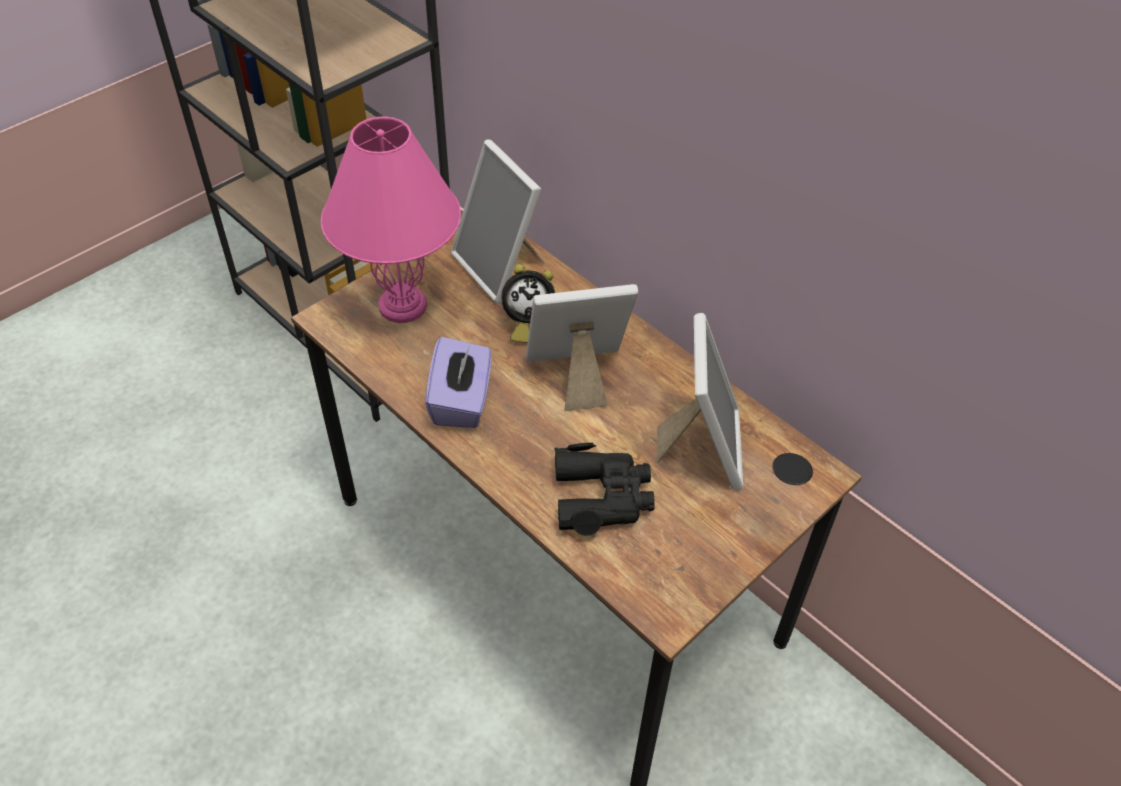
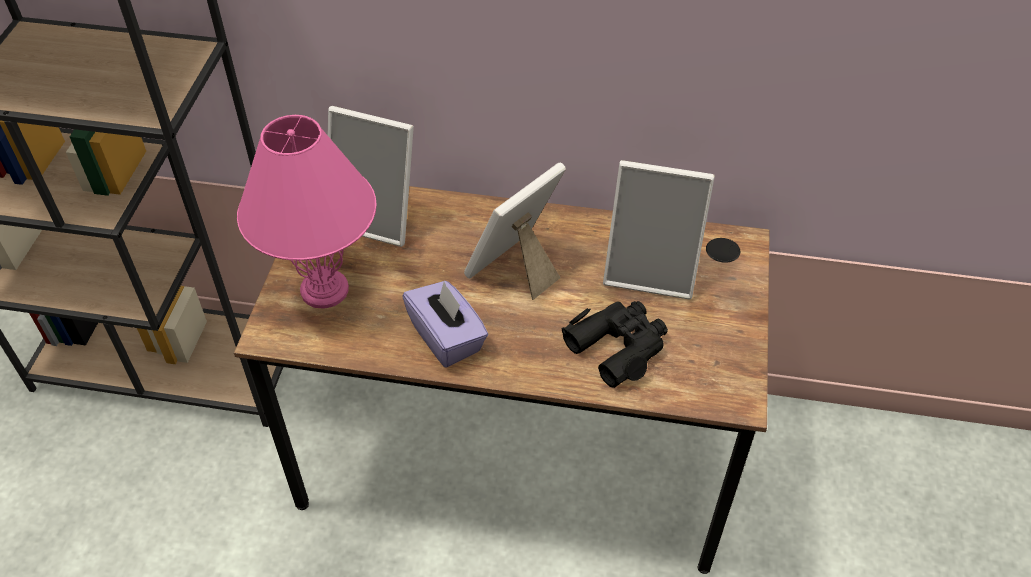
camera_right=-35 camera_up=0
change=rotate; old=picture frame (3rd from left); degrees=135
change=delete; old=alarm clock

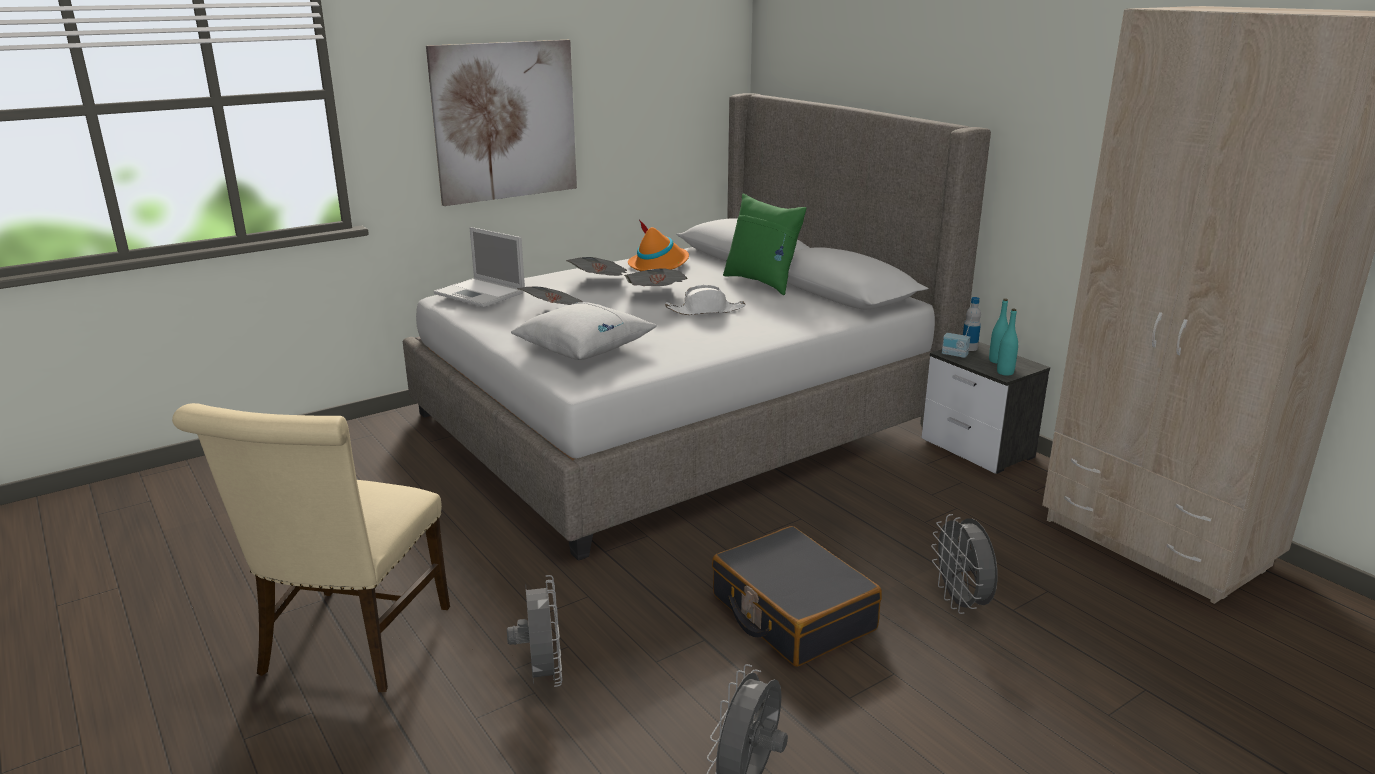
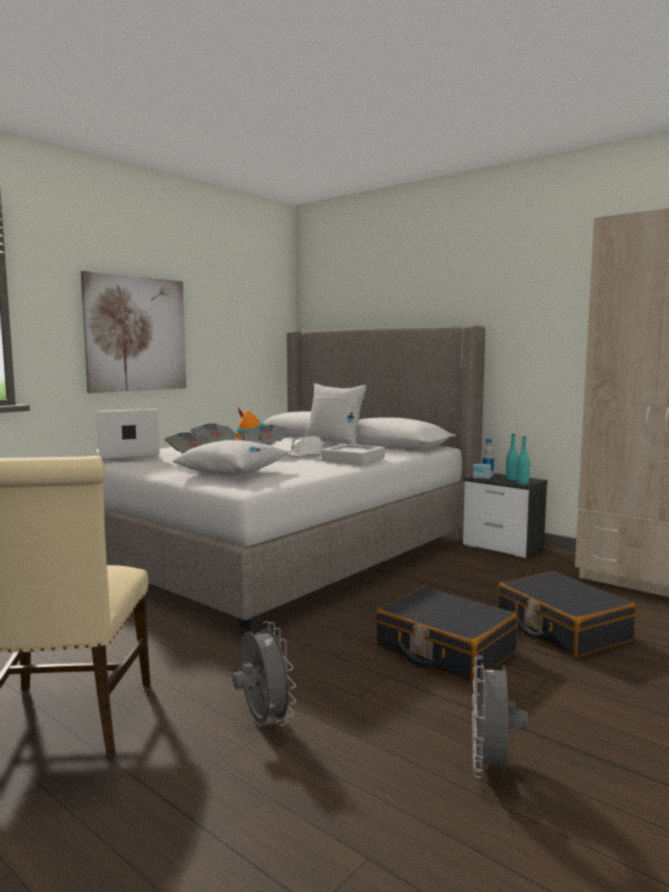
camera_right=-15 camera_up=-15
change=rotate; old=laptop; degrees=135
change=recolor; old=pillow in green; new=pillow in grey (2nd from left)
change=insert; new=tray in grey
change=replace; old=fan in grey (3rd from left); new=suitcase in black (2nd from left)

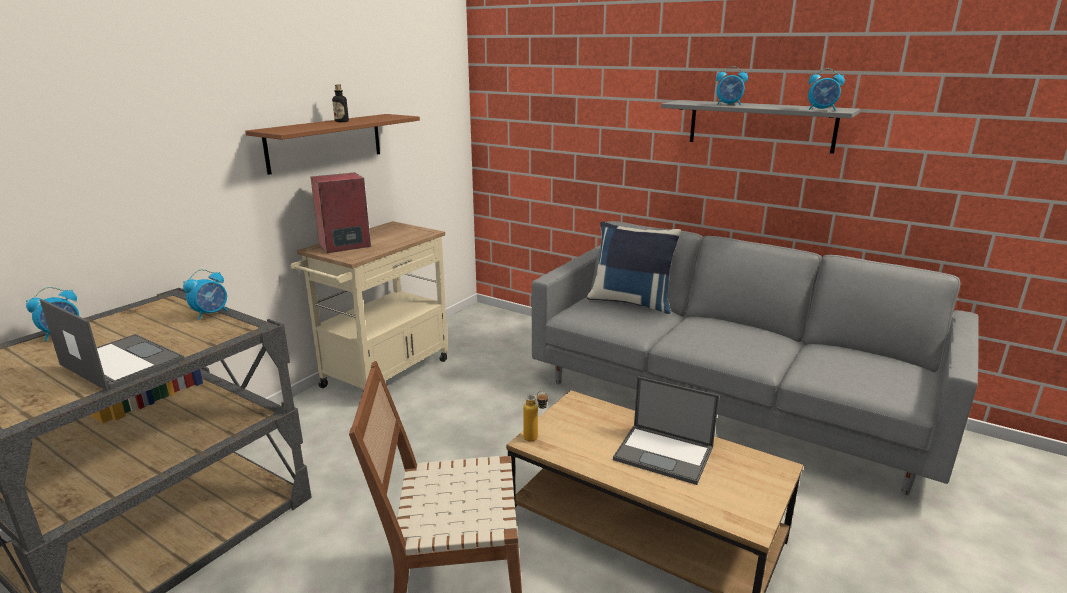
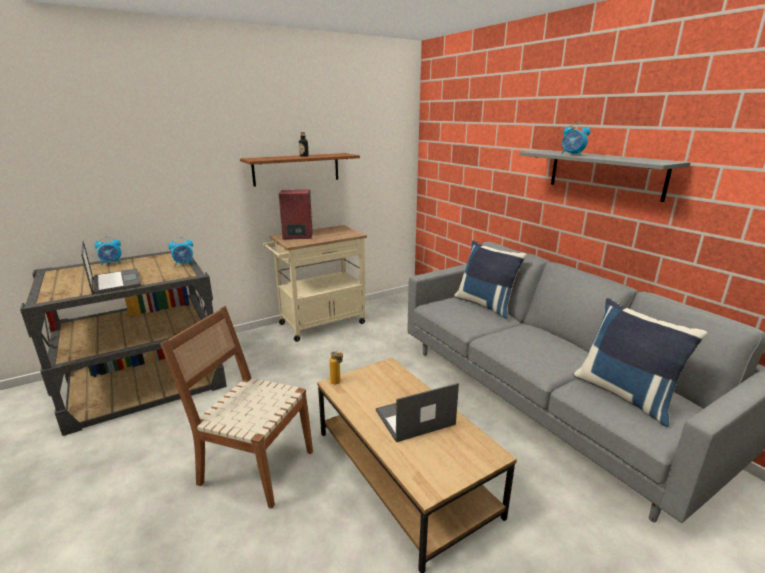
camera_right=25 camera_up=0
change=rotate; old=laptop (2nd from left); degrees=105
change=insert; new=pillow in blue (2nd from left)
change=delete; old=alarm clock (4th from left)

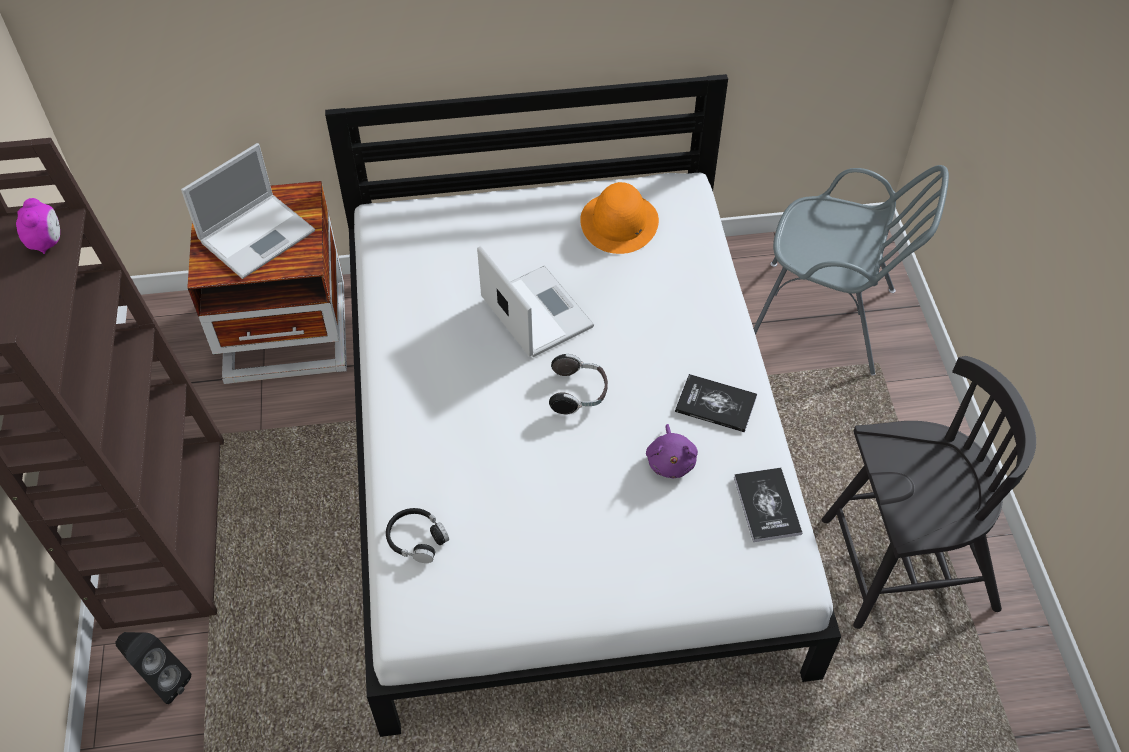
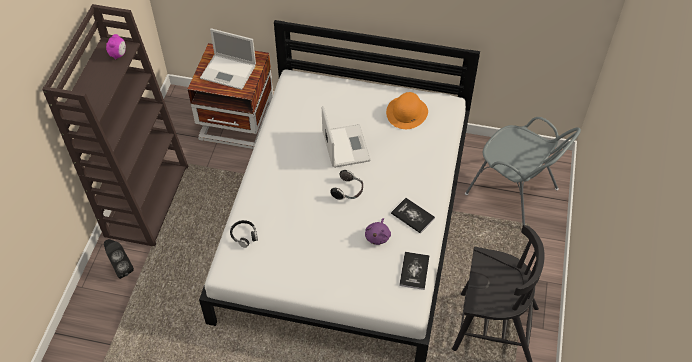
camera_right=20 camera_up=0
change=rotate; old=laptop (1st from left); degrees=45

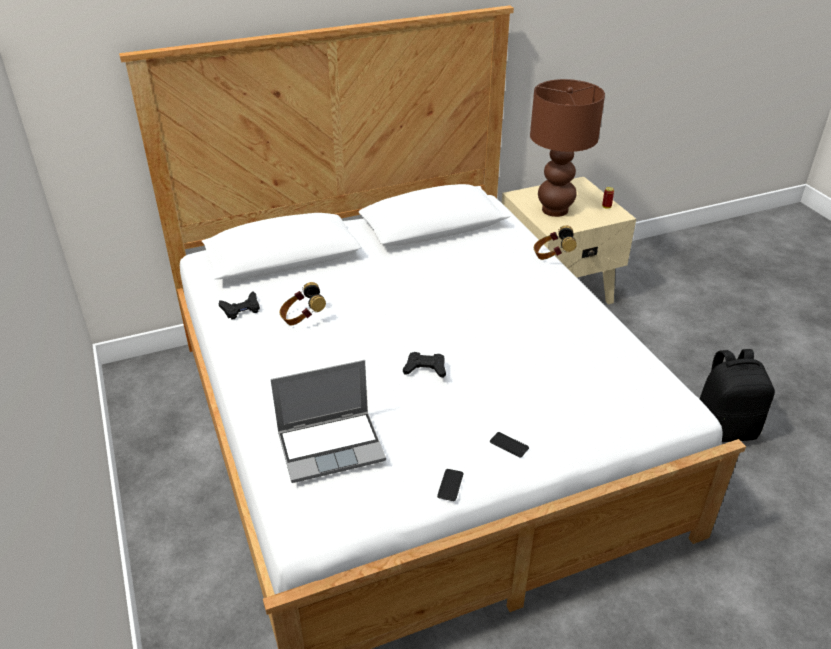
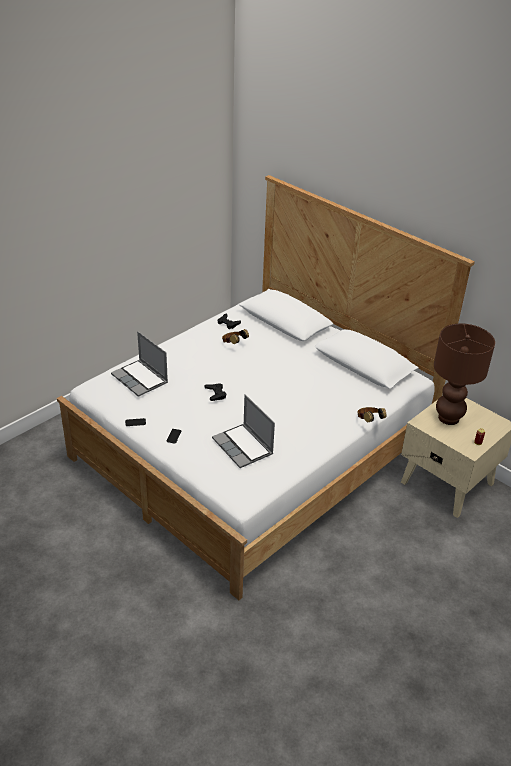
camera_right=65 camera_up=0
change=insert; new=laptop (2nd from left)
change=delete; old=backpack in black

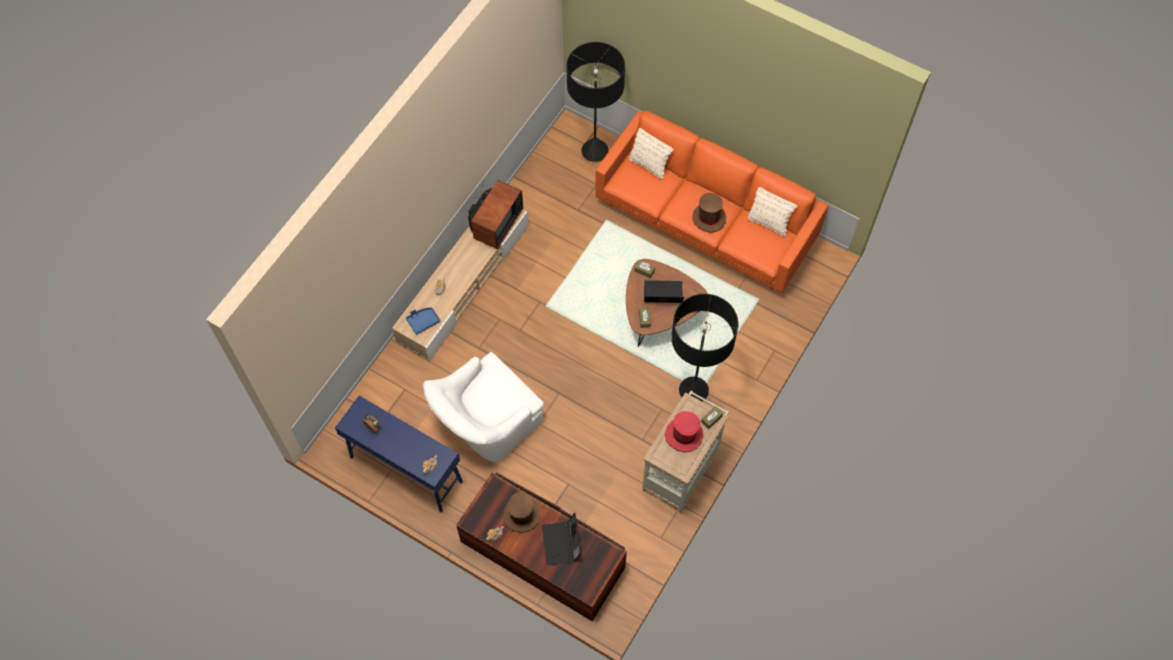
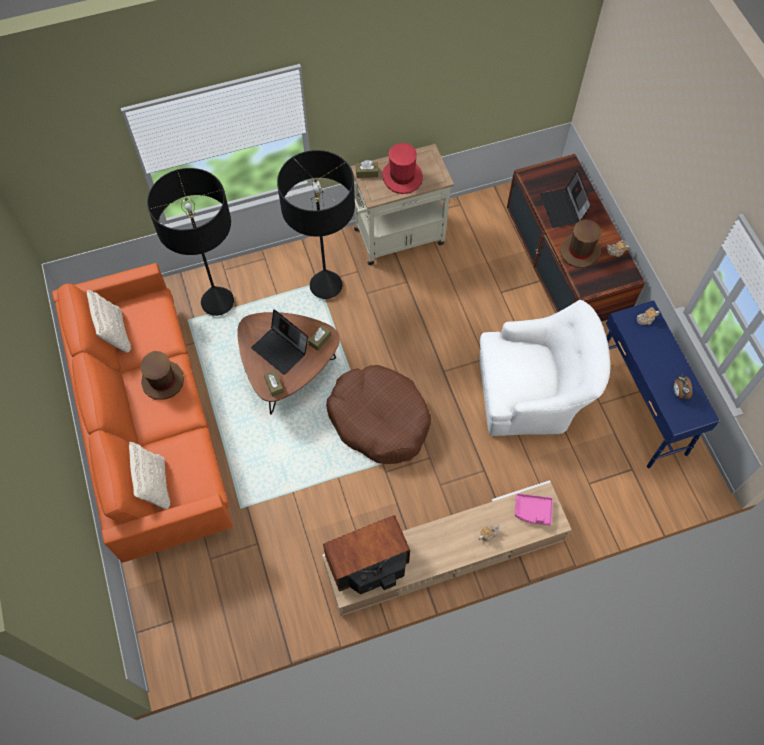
camera_right=-140 camera_up=0
change=move; old=floor lamp in black (1st from left)
change=insert; new=dog bed in brown
change=recolor; old=tray in blue; new=tray in pink
change=rotate; old=laptop (1st from left in the first image); degrees=135

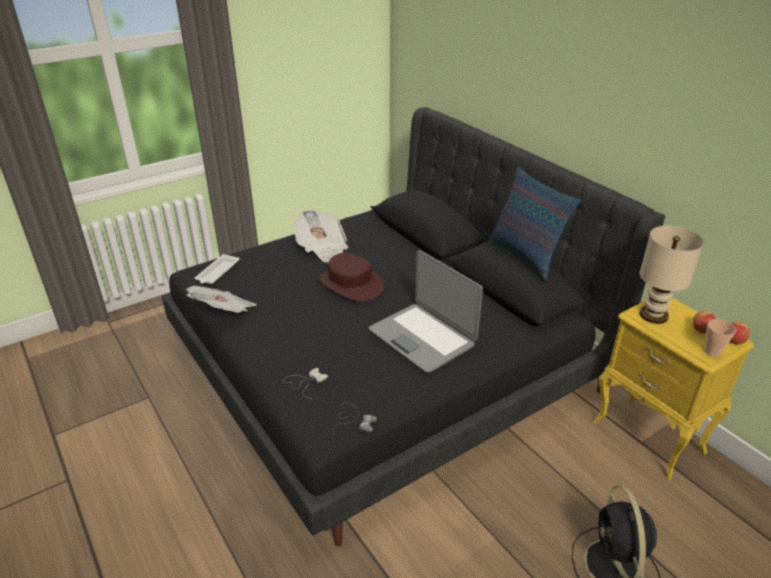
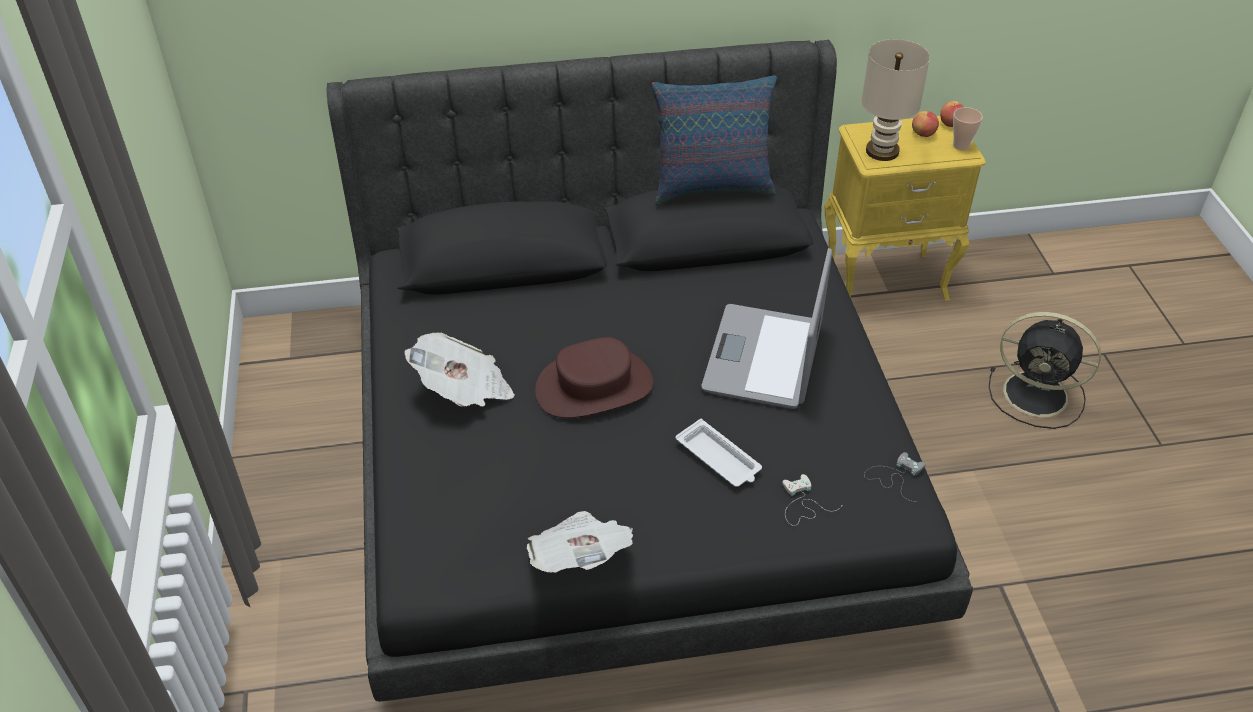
camera_right=-65 camera_up=10
change=move; old=tray in white
change=rotate; old=laptop; degrees=120

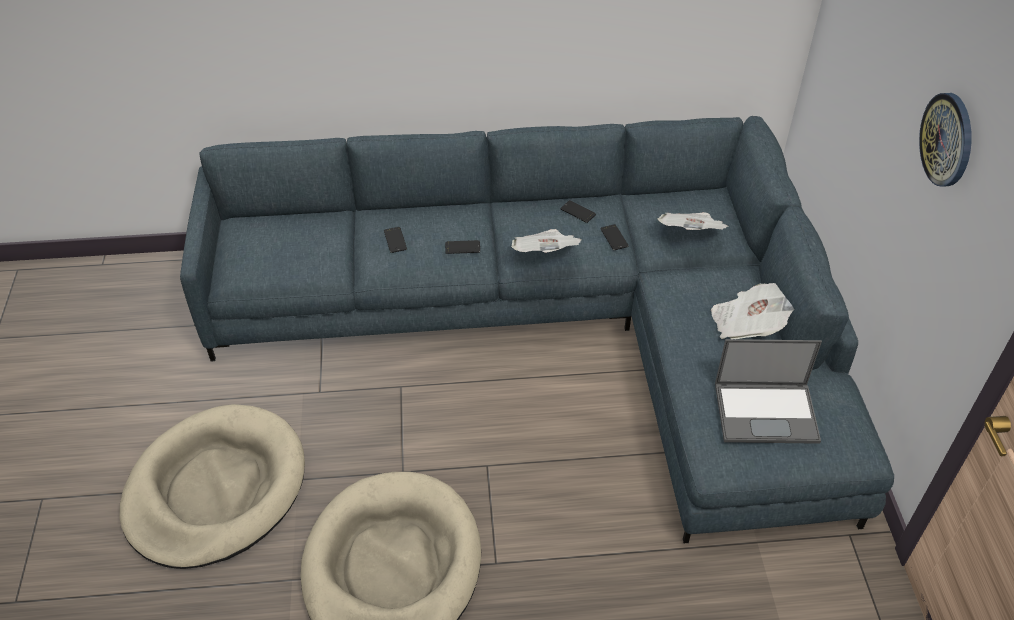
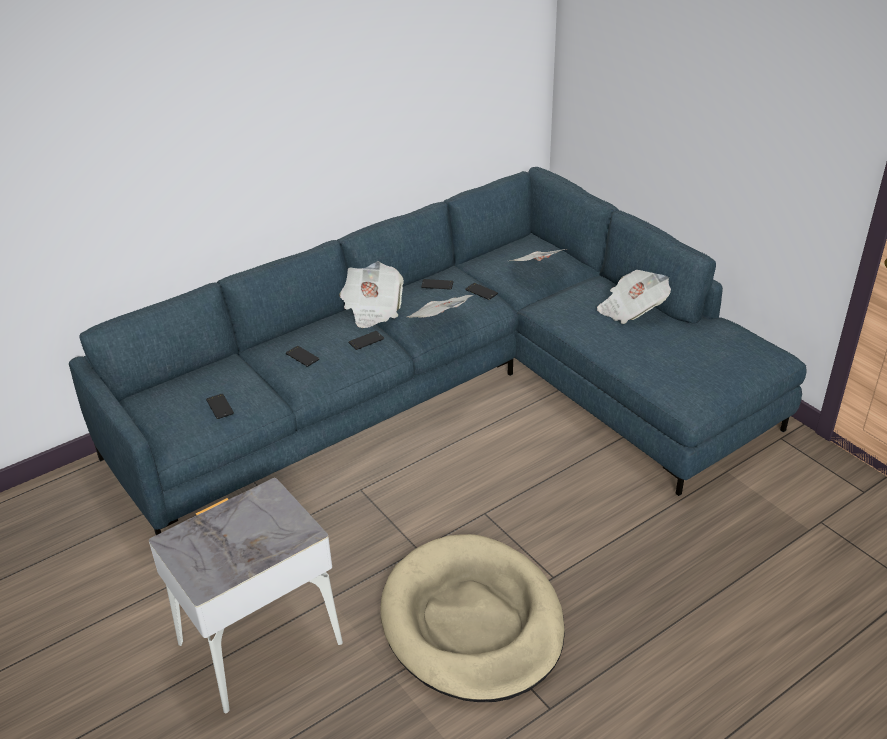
camera_right=-30 camera_up=-10
change=replace; old=dog bed in beige (1st from left); new=side table
change=insert; new=phone (1st from left)
change=insert; new=newspaper (1st from left)
change=delete; old=laptop
change=delete; old=wall clock

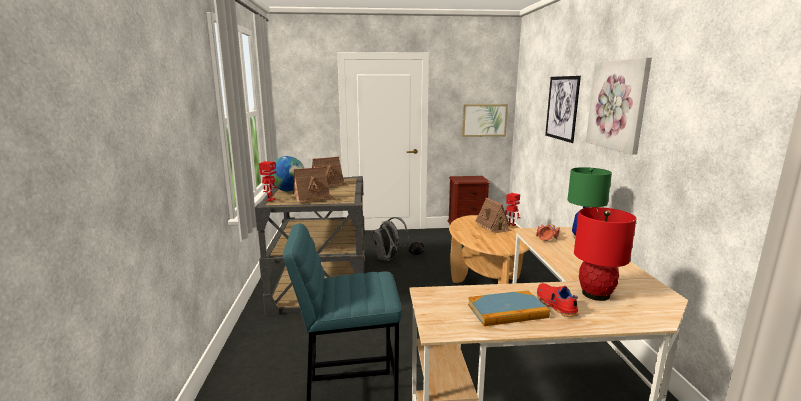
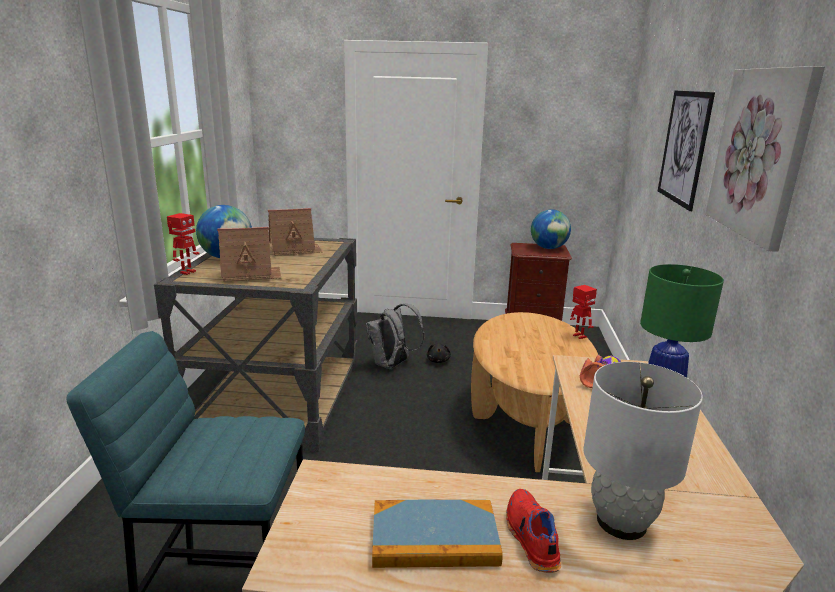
camera_right=10 camera_up=5
change=insert; new=globe (2nd from left)
change=recolor; old=table lamp in red; new=table lamp in white
change=delete; old=picture (1st from left)
change=delete; old=toy house (3rd from left)

